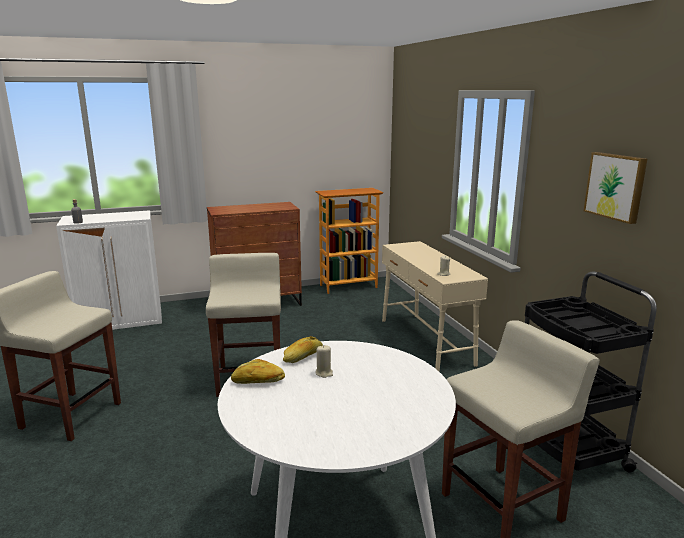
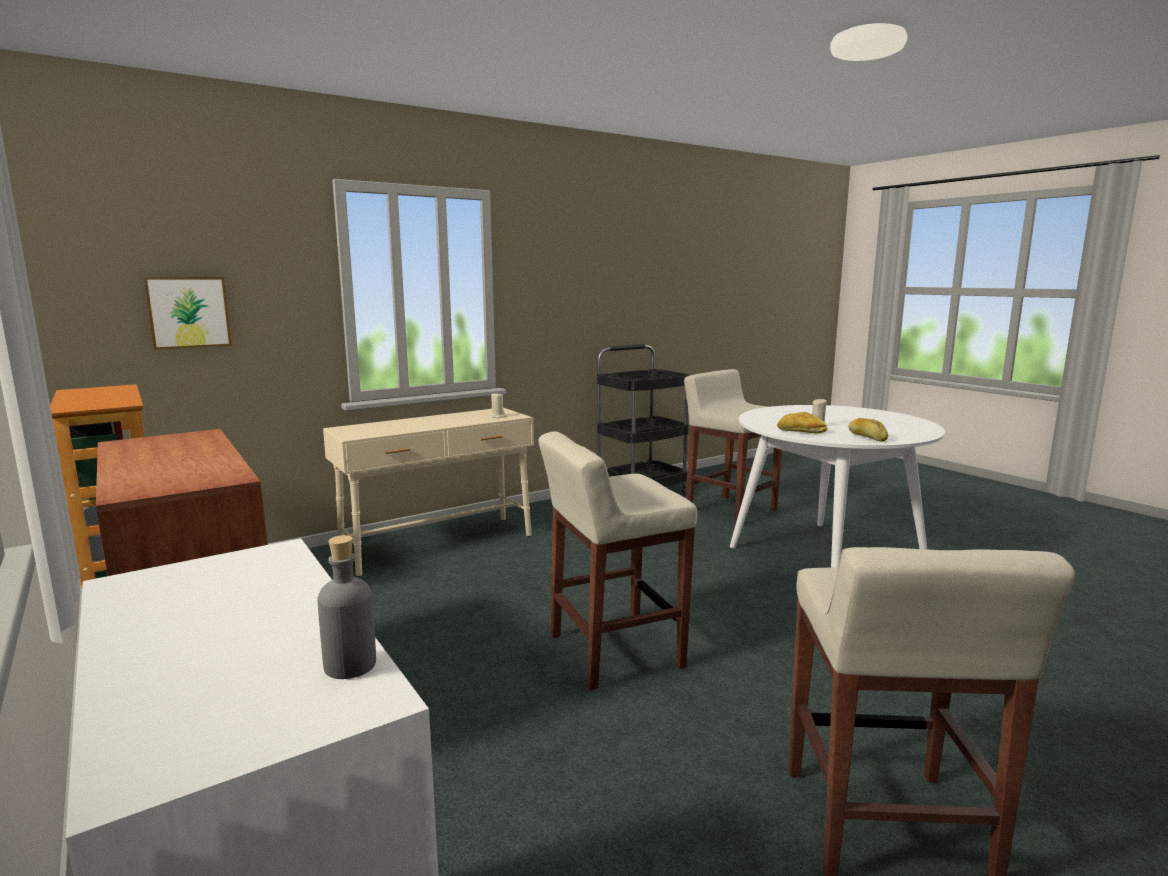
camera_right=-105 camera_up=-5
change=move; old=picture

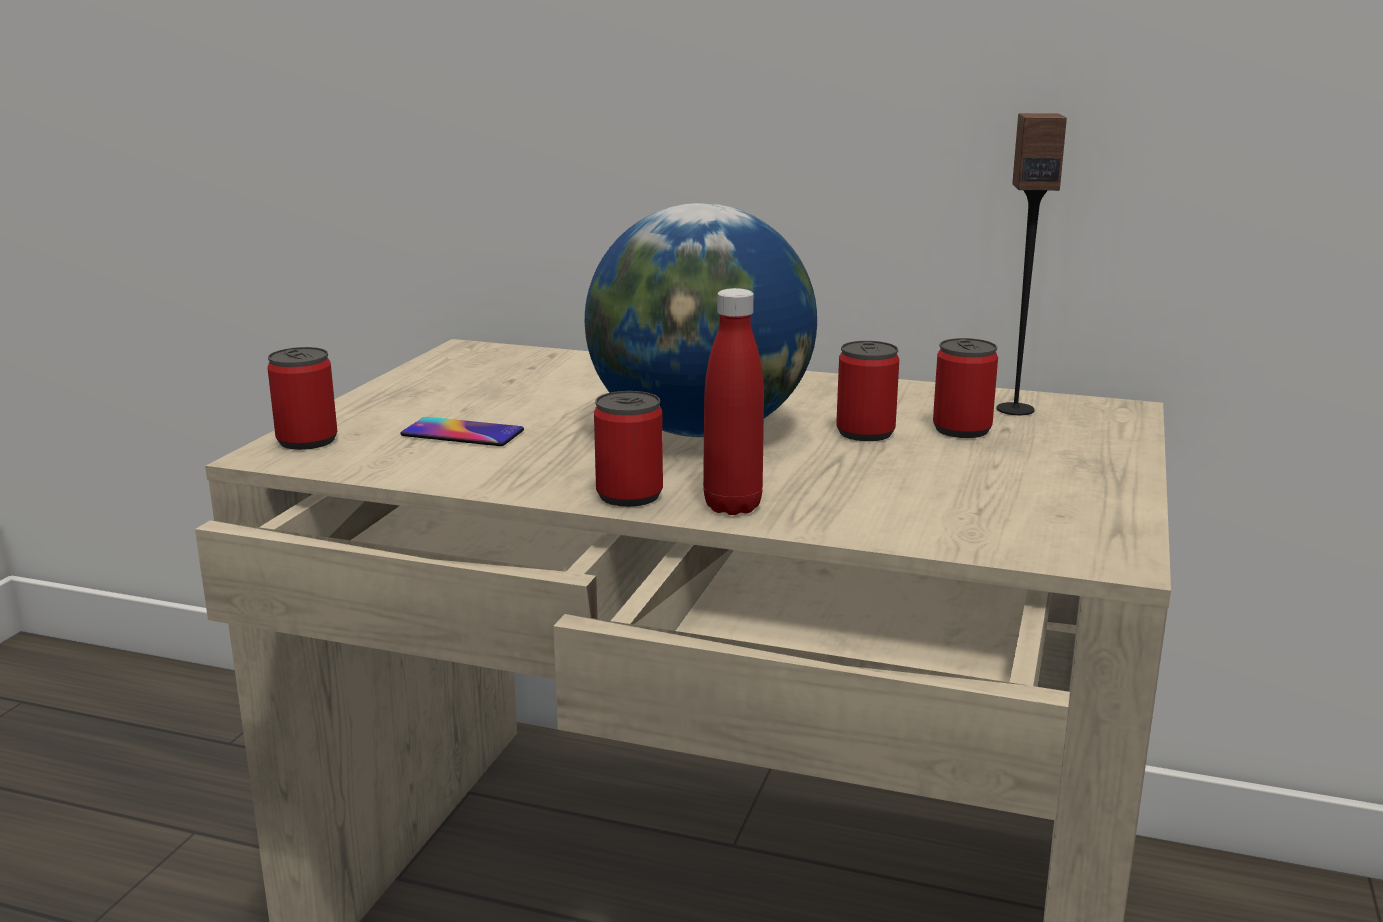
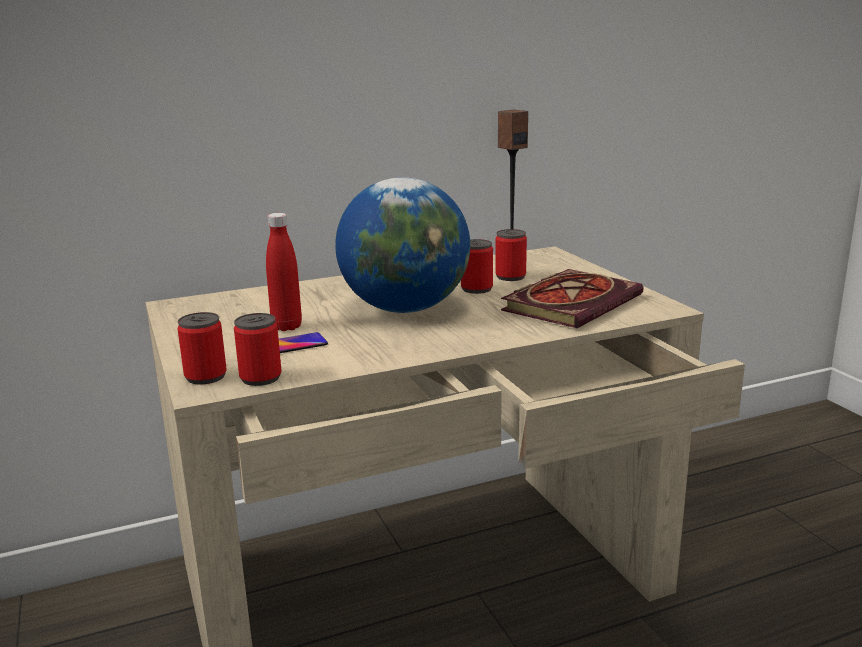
camera_right=-40 camera_up=0
change=move; old=can (2nd from left)
change=move; old=bottle in red
change=insert; new=book

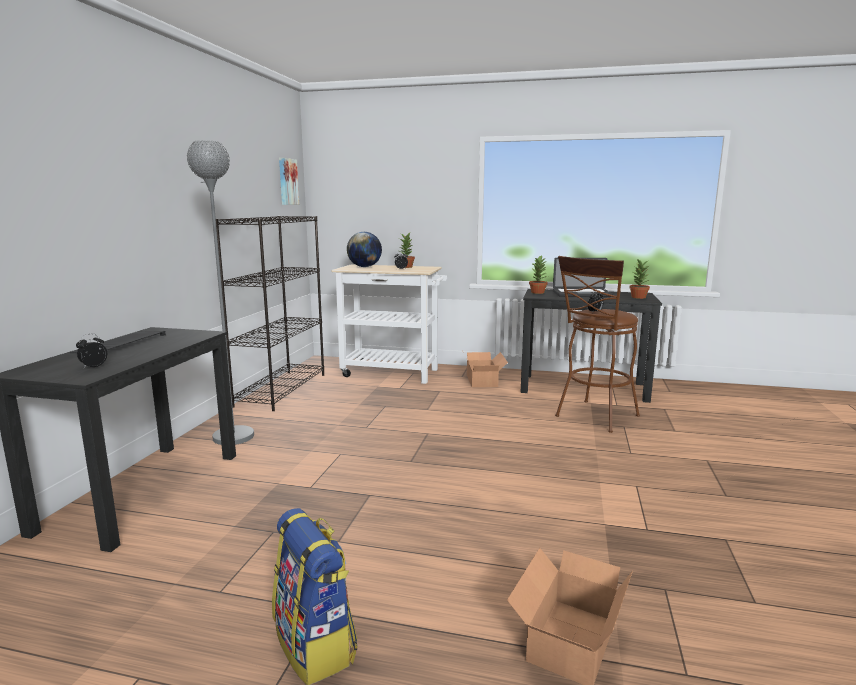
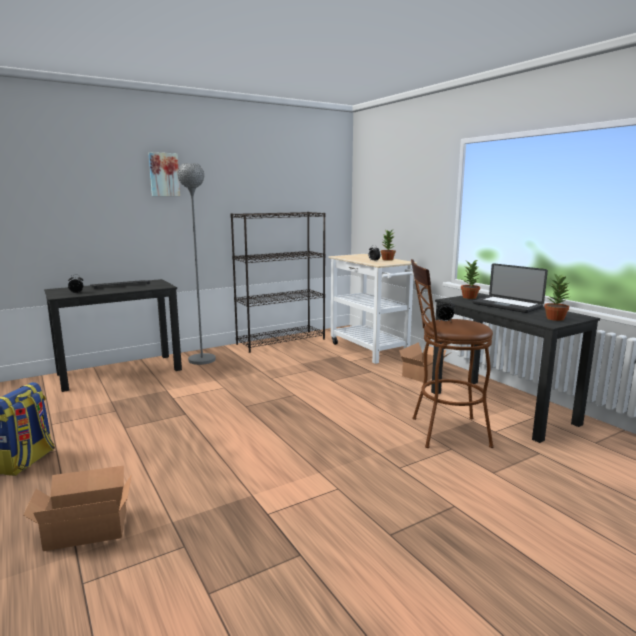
camera_right=45 camera_up=0
change=move; old=picture
change=delete; old=globe

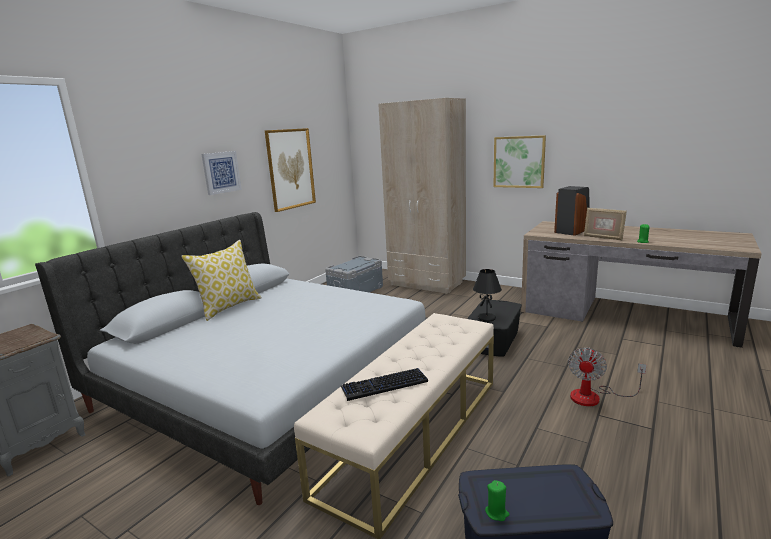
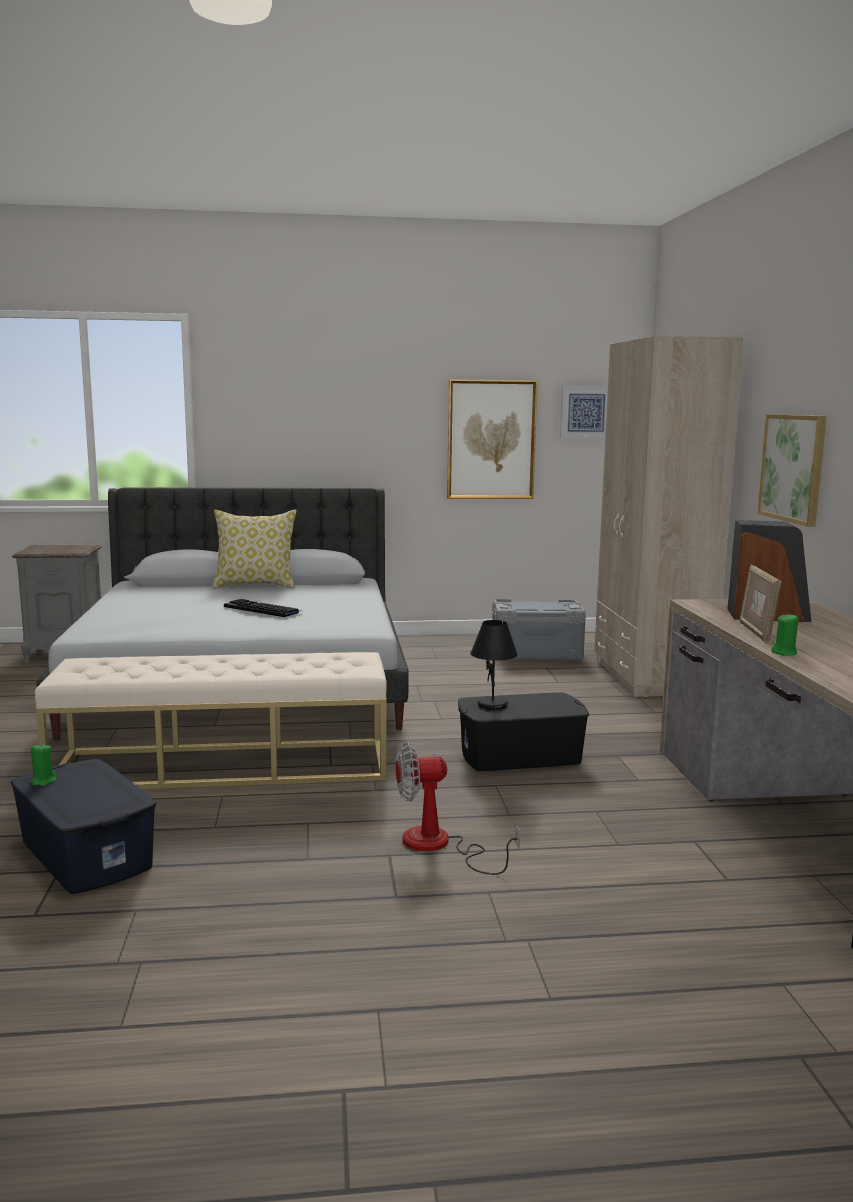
camera_right=50 camera_up=-5
change=move; old=keyboard
change=move; old=picture (1st from left in the first image); new=picture (2nd from left)

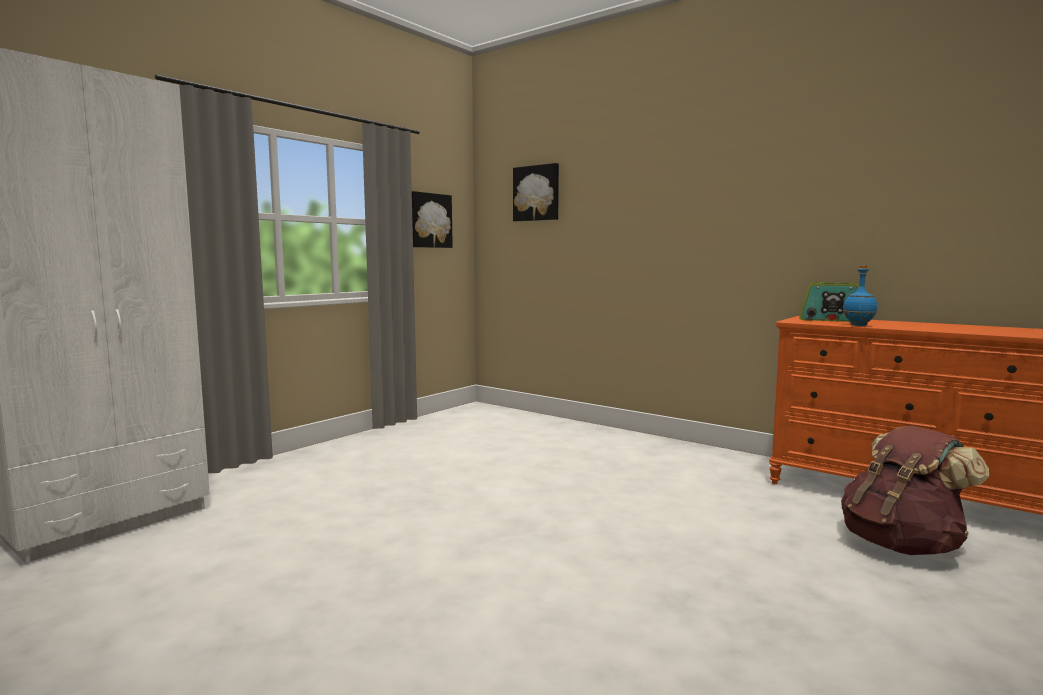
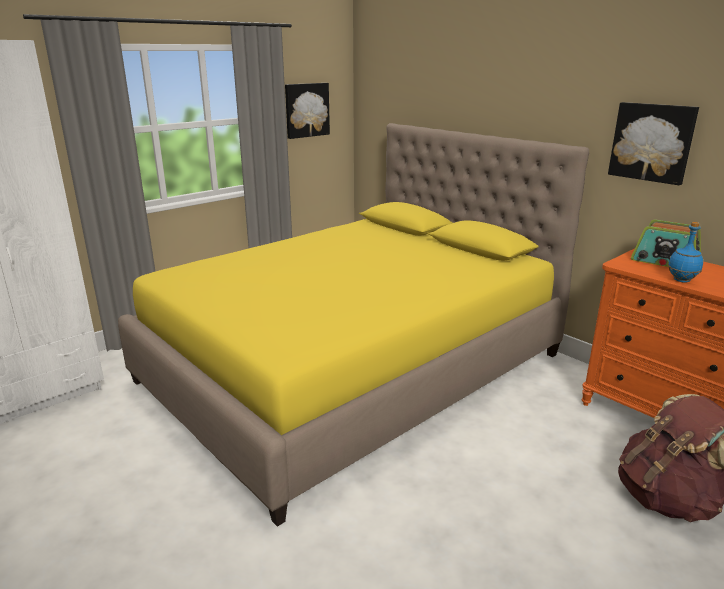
camera_right=10 camera_up=15
change=insert; new=bed in yellow
change=move; old=picture (2nd from left)

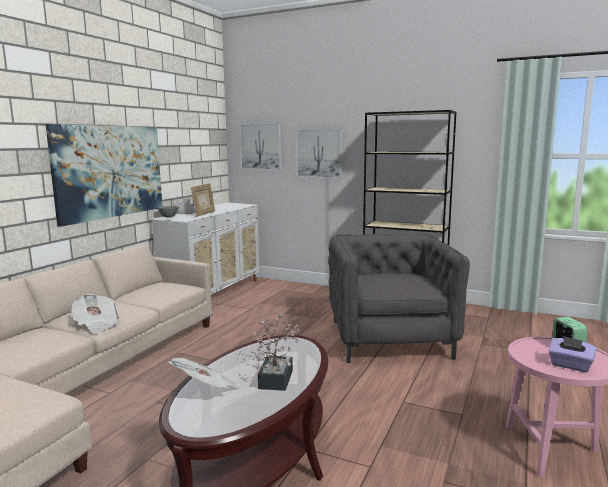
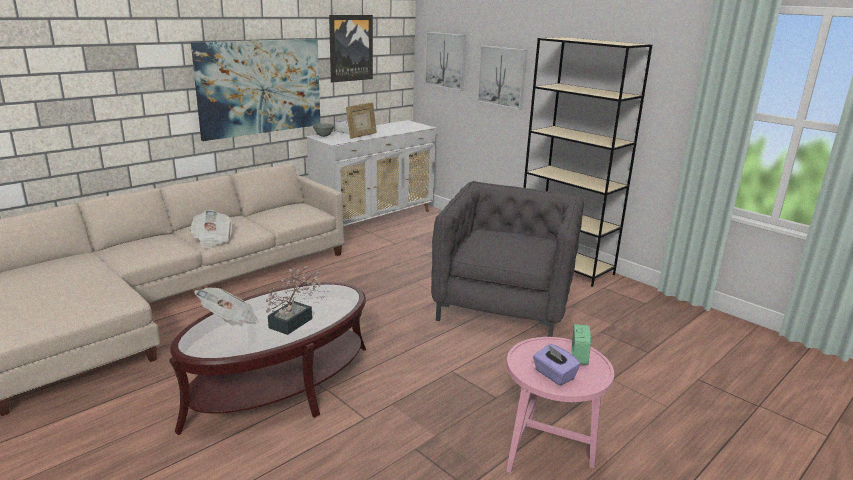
camera_right=20 camera_up=10
change=insert; new=picture (2nd from left)

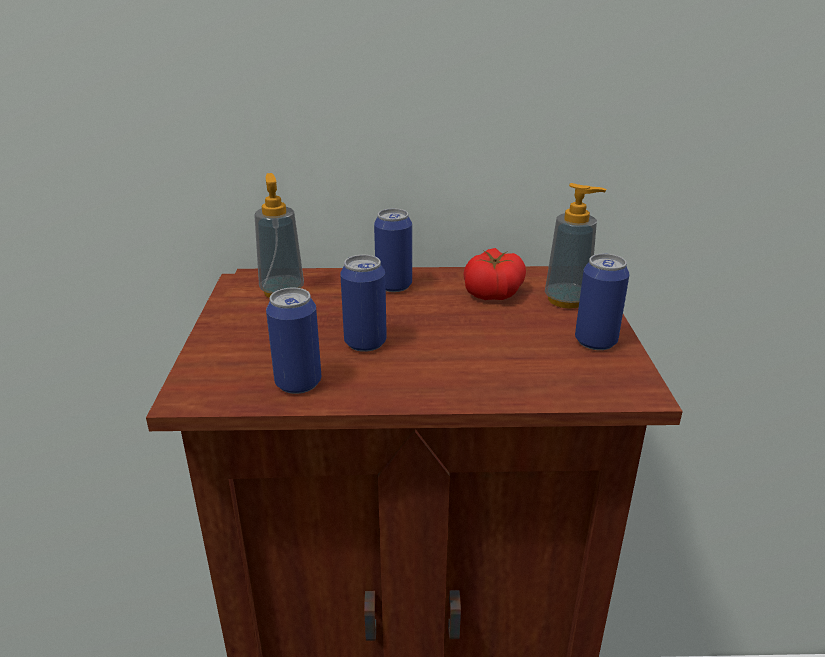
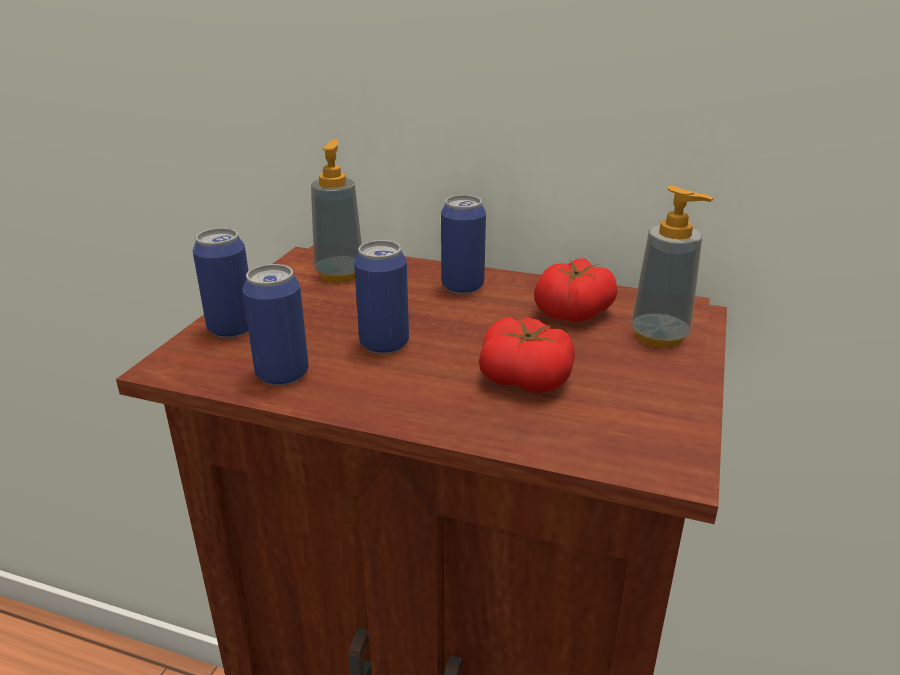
camera_right=20 camera_up=0
change=move; old=can (4th from left in the first image); new=can (1st from left)
change=insert; new=tomato (1st from left)

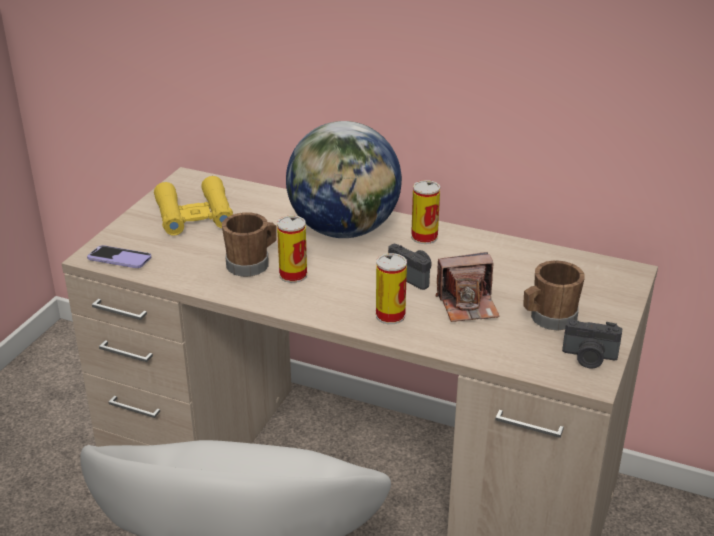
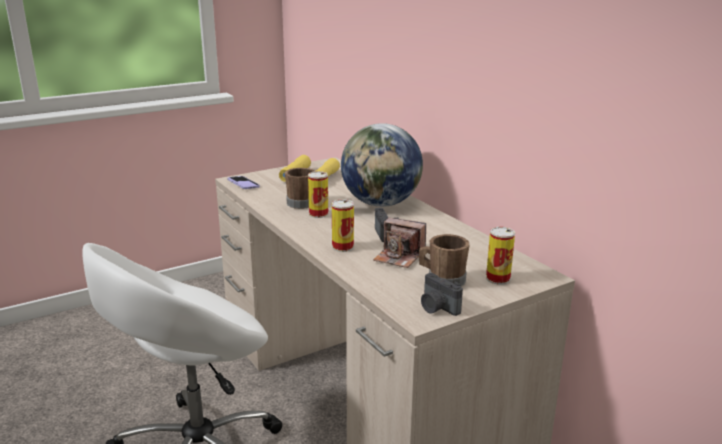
camera_right=35 camera_up=-10
change=move; old=can (3rd from left)

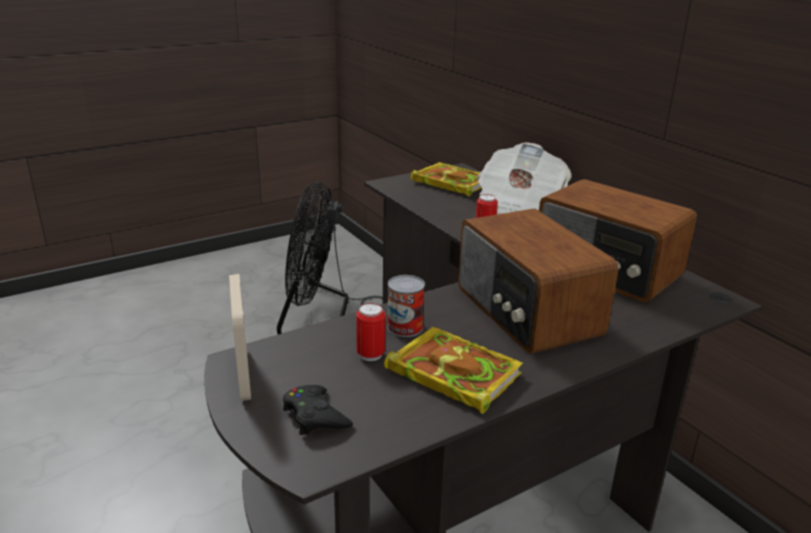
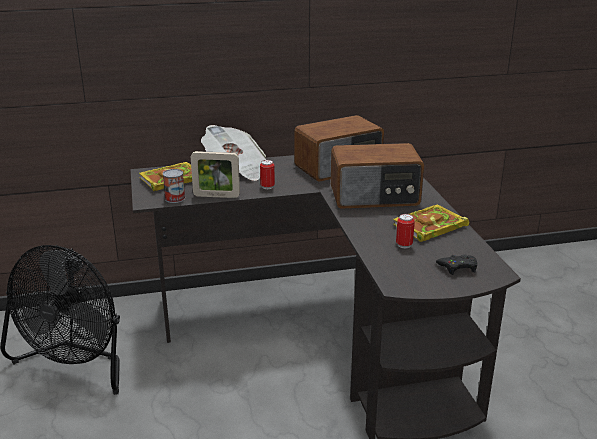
camera_right=-70 camera_up=0
change=move; old=can (2nd from left in the first image); new=can (1st from left)
change=move; old=picture frame

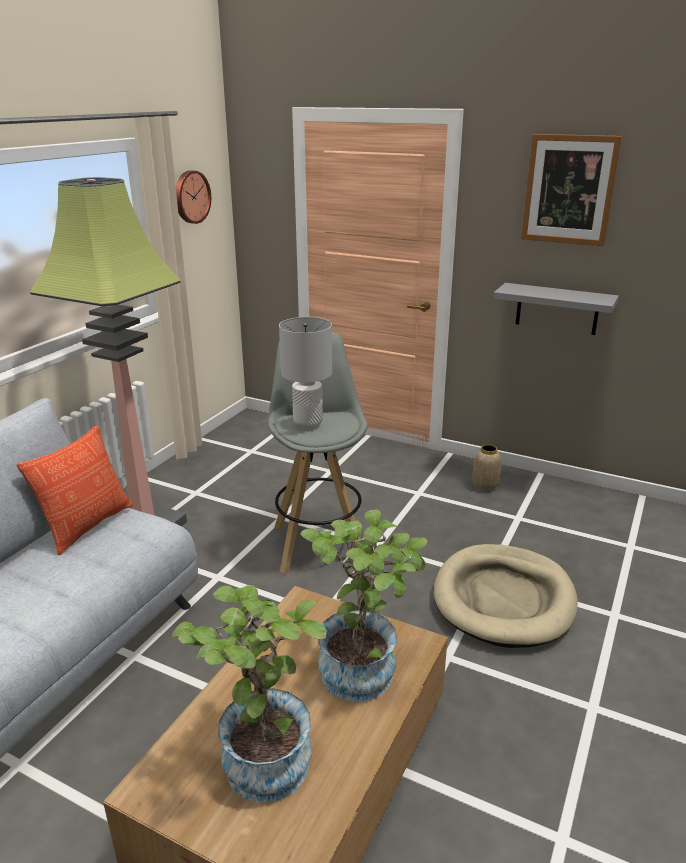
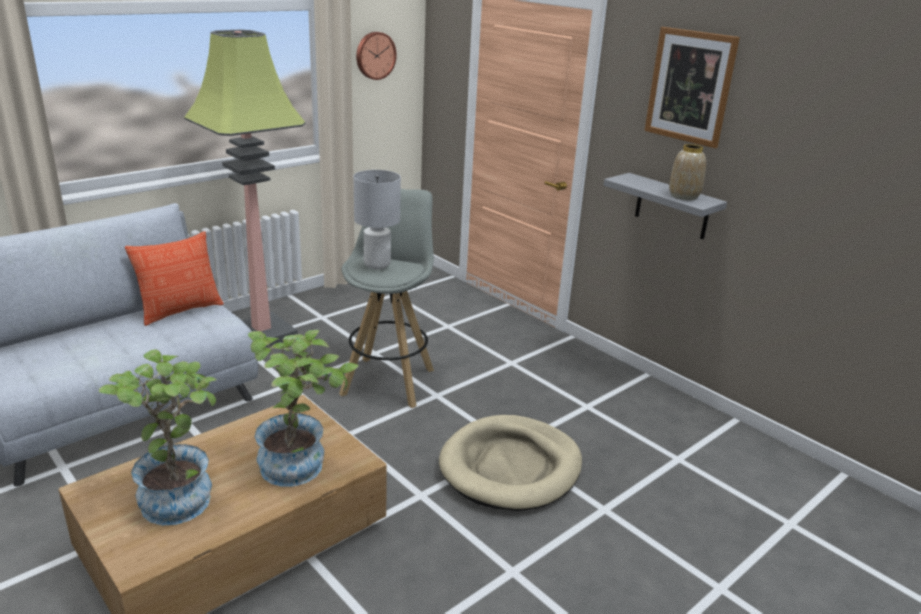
camera_right=20 camera_up=0
change=move; old=vase

